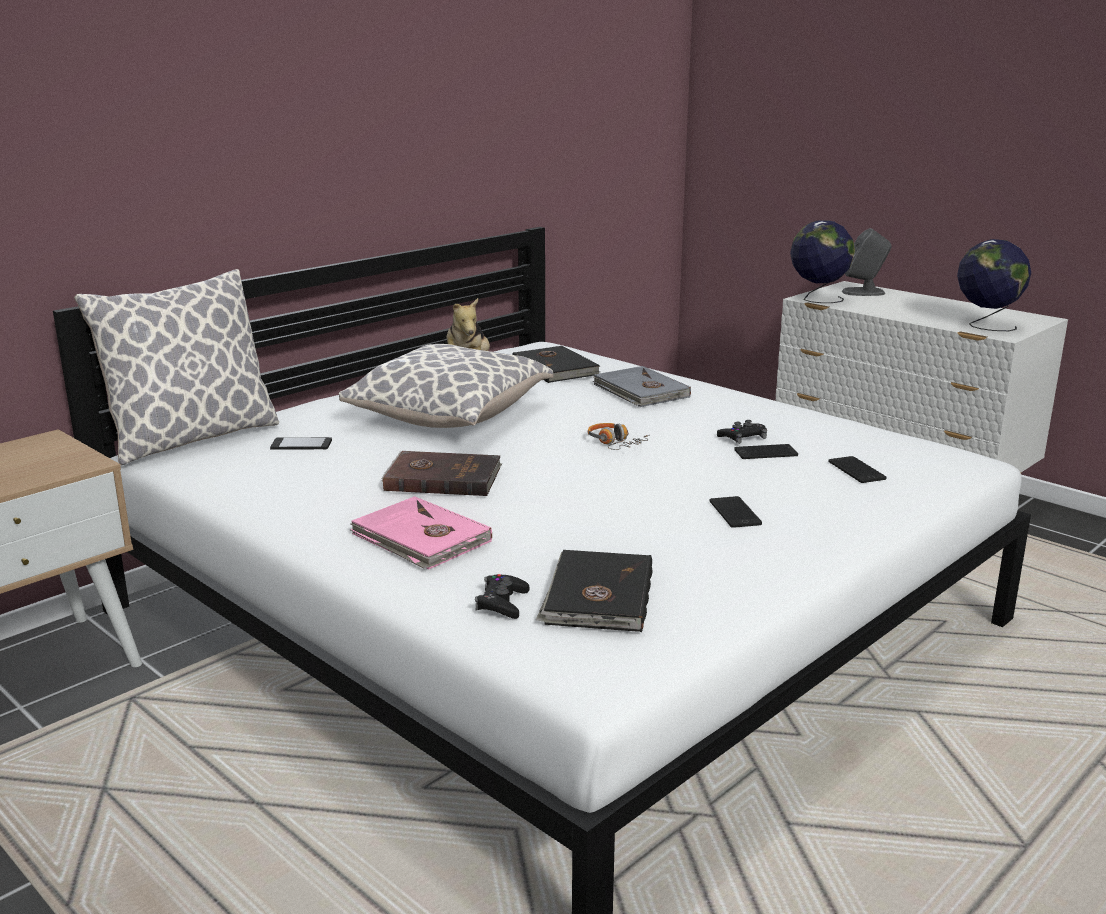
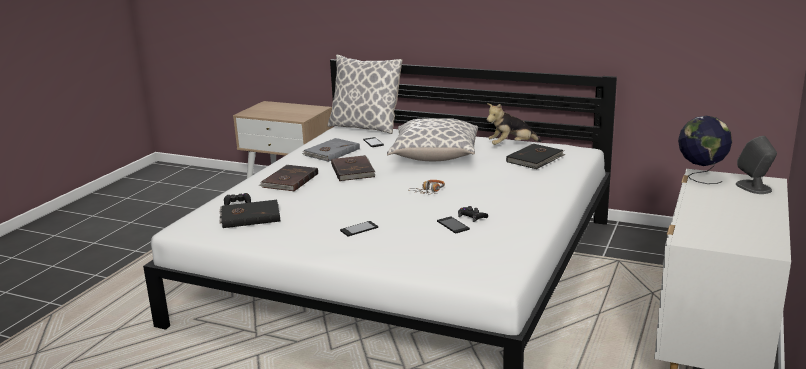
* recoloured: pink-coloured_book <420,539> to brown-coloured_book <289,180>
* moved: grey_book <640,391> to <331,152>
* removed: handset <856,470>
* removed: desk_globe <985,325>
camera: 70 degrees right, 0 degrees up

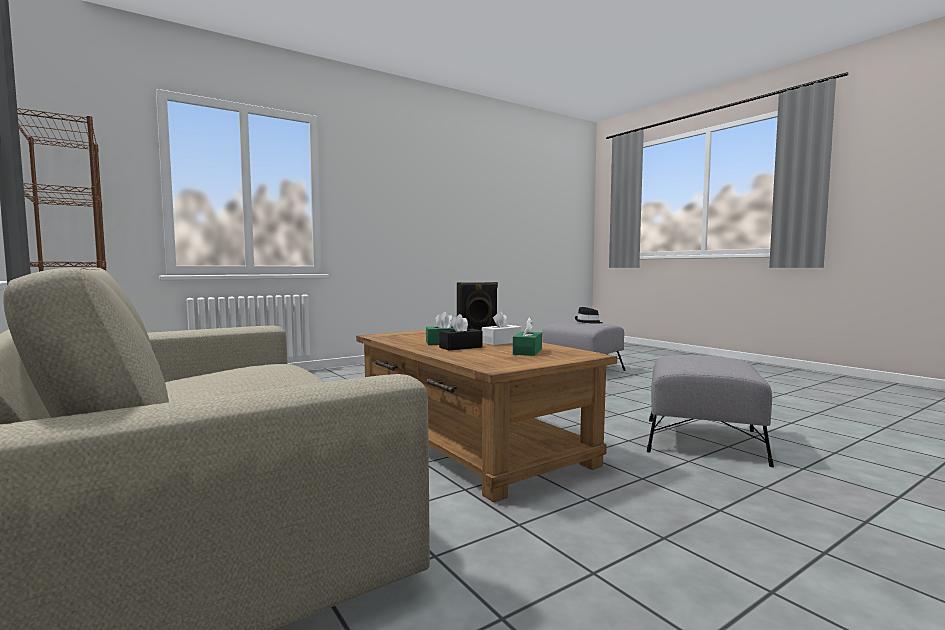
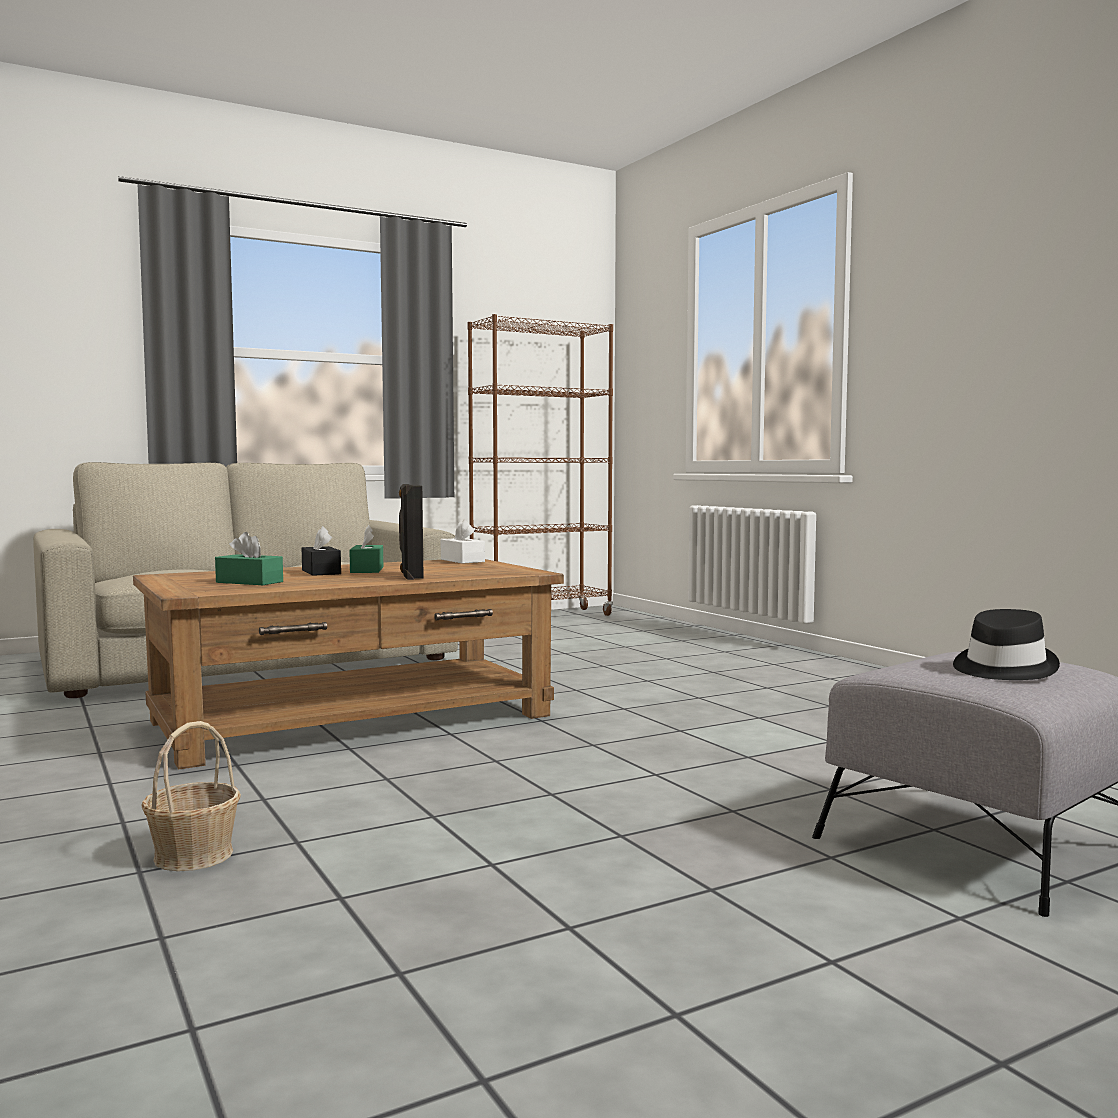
* moved: white_tissue_box <501,342> to <462,560>
* replaced: grey_ottoman <703,441> to household_basket <193,855>
camera: 95 degrees right, 0 degrees up

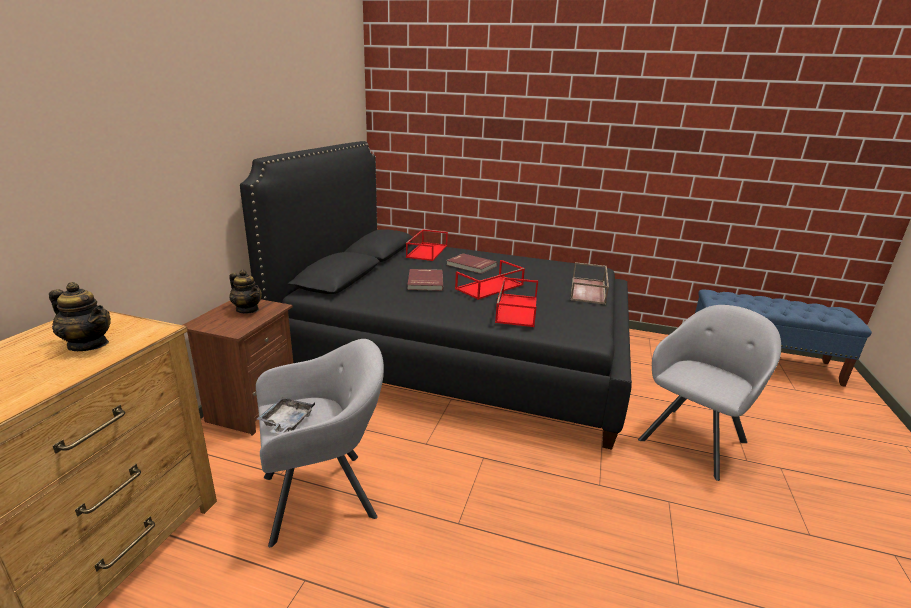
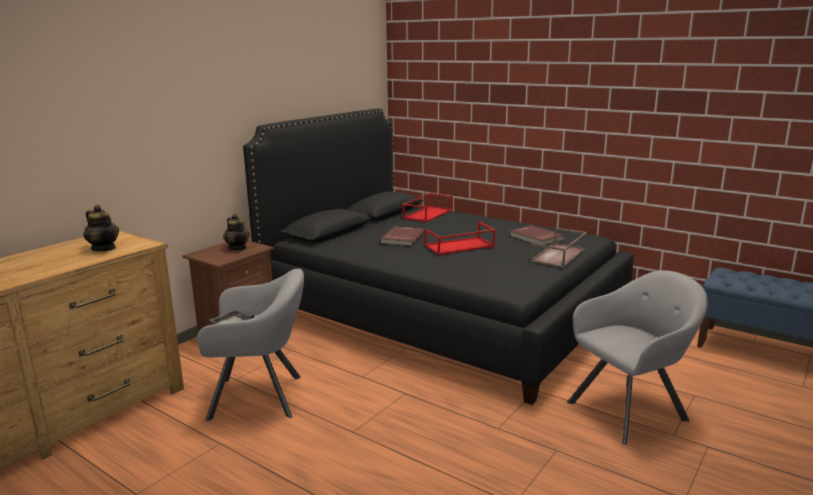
* moved: reddish_book <471,265> to <536,238>
* removed: reddish_serving_tray <516,309>
camera: 20 degrees right, 5 degrees down

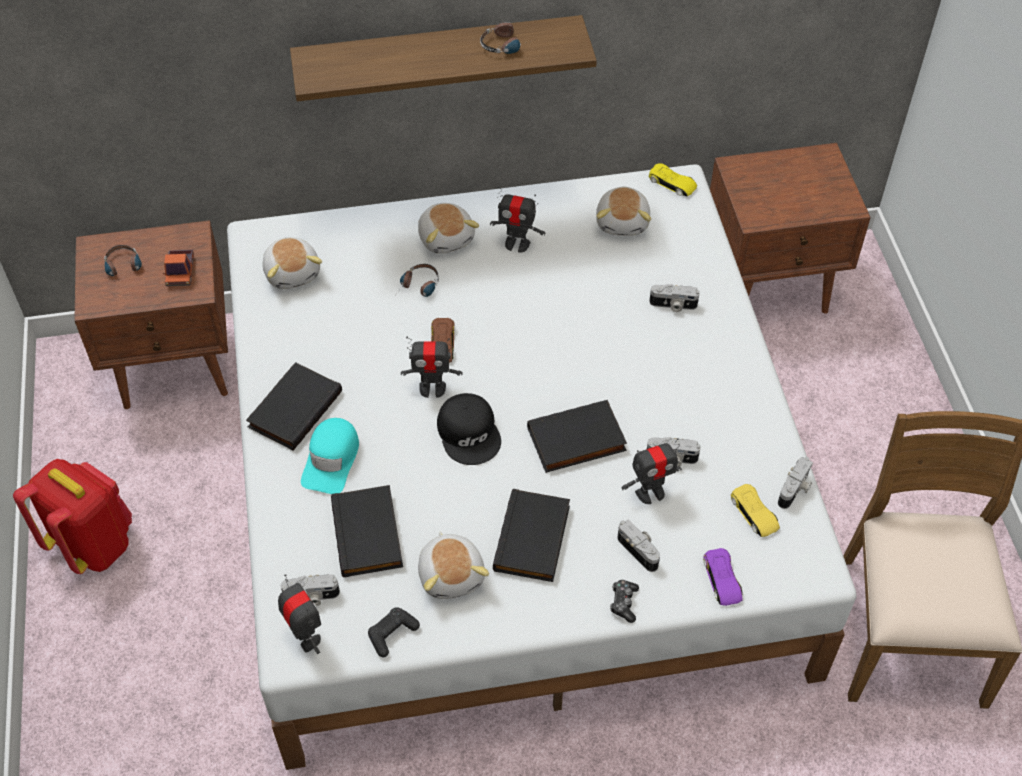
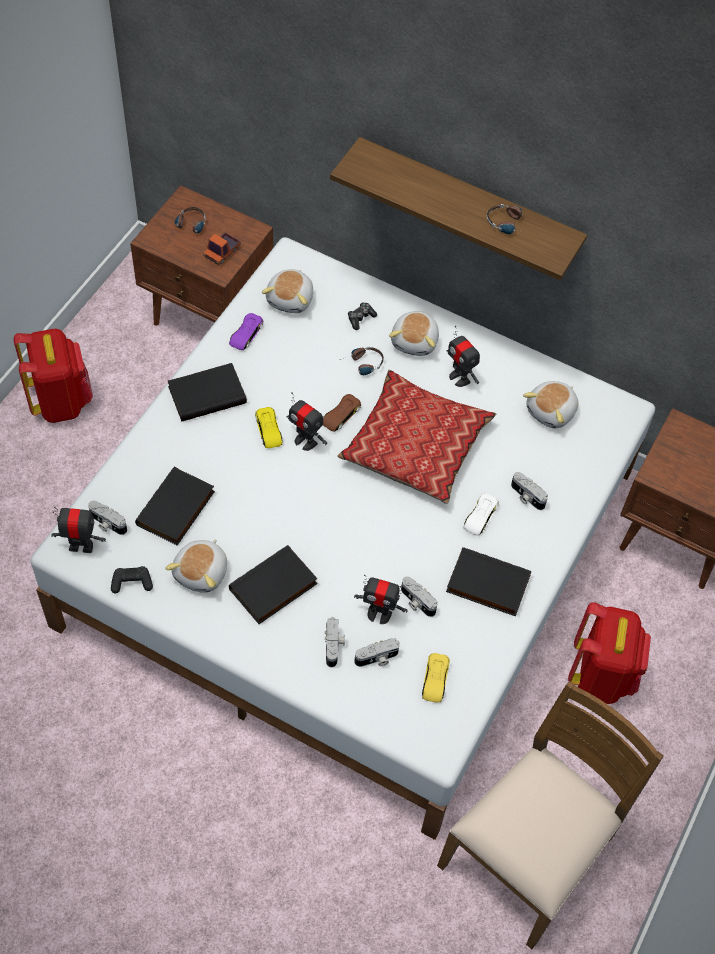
* turned: toy_robot <306,637> = <81,546> 90 degrees counterclockwise
* removed: turquoise_peaked_cap <331,460>
* removed: black_peaked_cap <470,433>
* moved: black_book <576,441> to <487,585>
* moved: gamepad <623,603> to <360,318>
* moved: yellow-coloured_model_car <672,183> to <269,430>
* moved: purplish_model_car <722,580> to <246,334>
* moved: still_camera <795,490> to <377,659>
* added: cushion <416,445>
* added: white_model_car <480,516>
* added: reddish_backpack <601,675>
camera: 35 degrees right, 5 degrees up

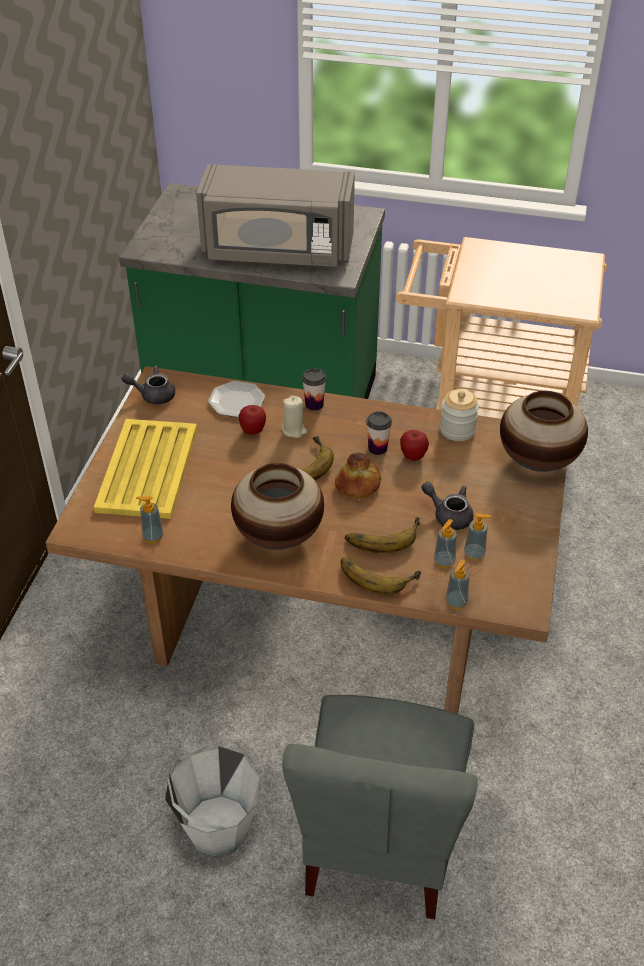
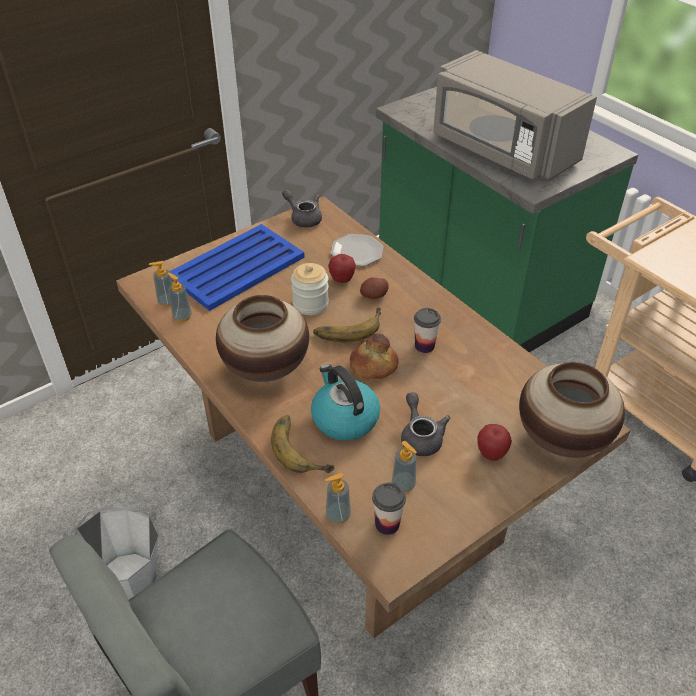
* recoloured: yellow-coloured_serving_tray <148,468> to blue-coloured_serving_tray <238,267>
* replaced: beige_wax_light <294,430> to potato <374,295>
* moved: drinking_cup <314,404> to <387,524>
* replaced: banana_fruit <382,535> to water_kettle <344,418>
* moved: whole_apple <413,457> to <491,454>
* moved: liquid_soap_bottle <444,561> to <167,302>
* moved: storage_jar <457,430> to <310,304>
camera: 40 degrees right, 0 degrees up

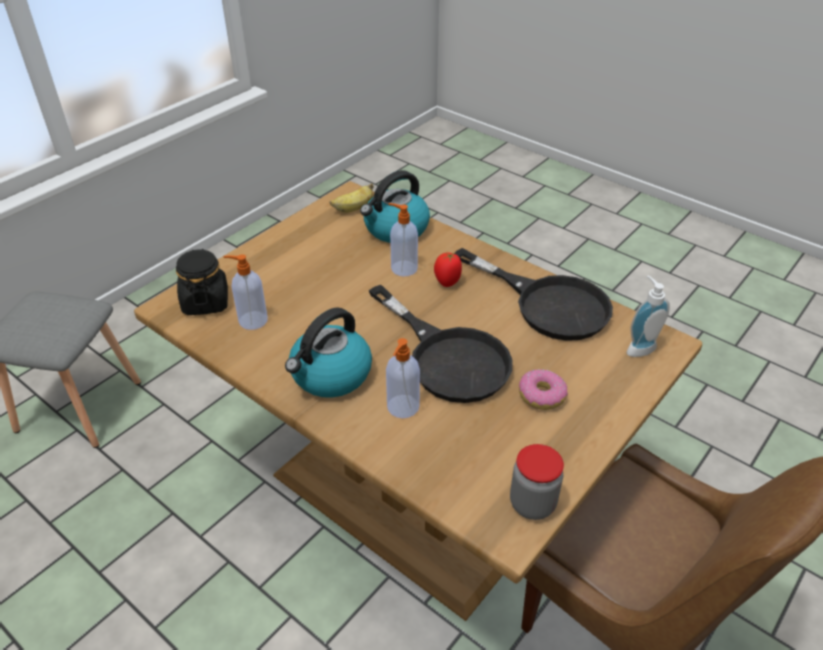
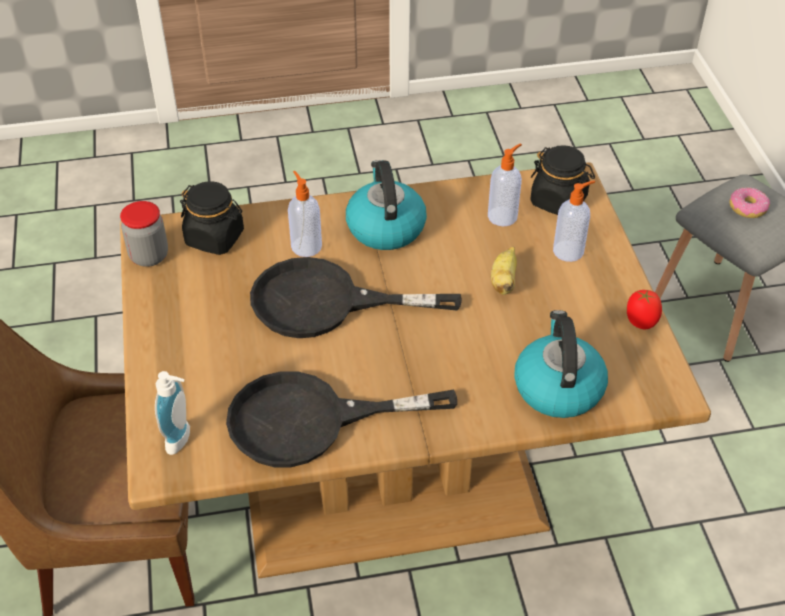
* moved: banana_fruit <353,209> to <503,281>
* moved: liquid_soap_bottle <403,268> to <569,251>
* moved: tomato <447,282> to <640,322>
* moved: donut <542,395> to <747,208>
* added: black_storage_jar <215,238>
camera: 130 degrees right, 5 degrees up

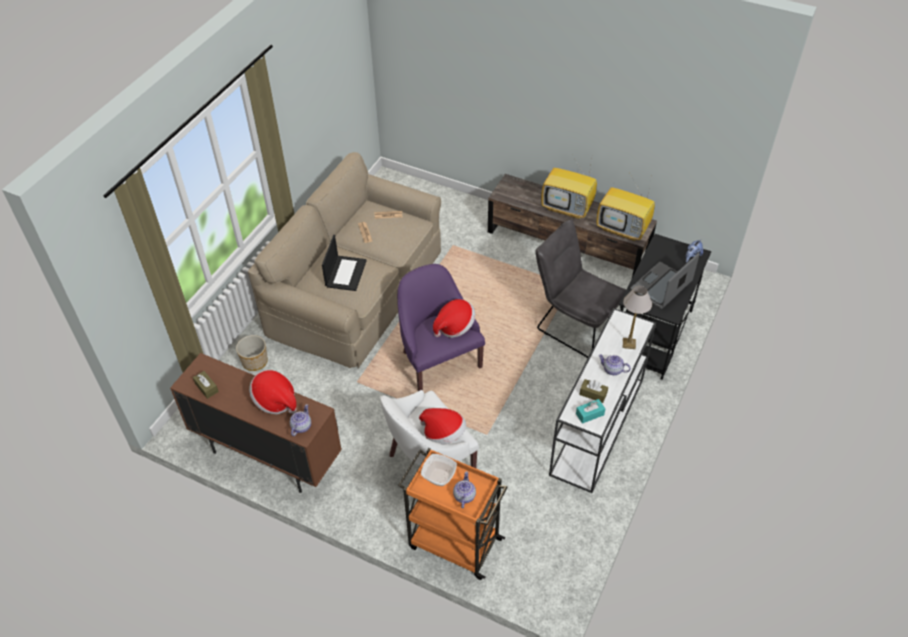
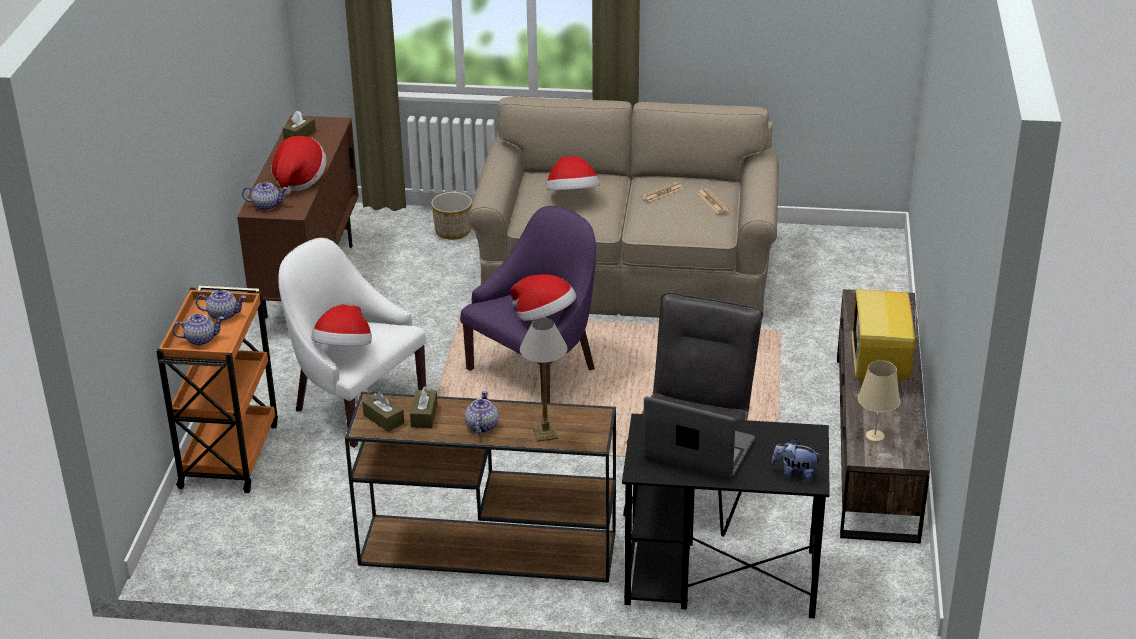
* replaced: notebook_computer <345,273> to wearable_hat <572,196>
* replaced: bowl <438,477> to tea_pot <223,315>
* recoloured: white_narrow_table <597,428> to brown-coloured_narrow_table <485,549>
* recoloured: turquoise_tissue_box <590,414> to brown-coloured_tissue_box <383,419>
* replaced: television <623,229> to beige_tabletop_lamp <874,436>
camera: 70 degrees right, 15 degrees down

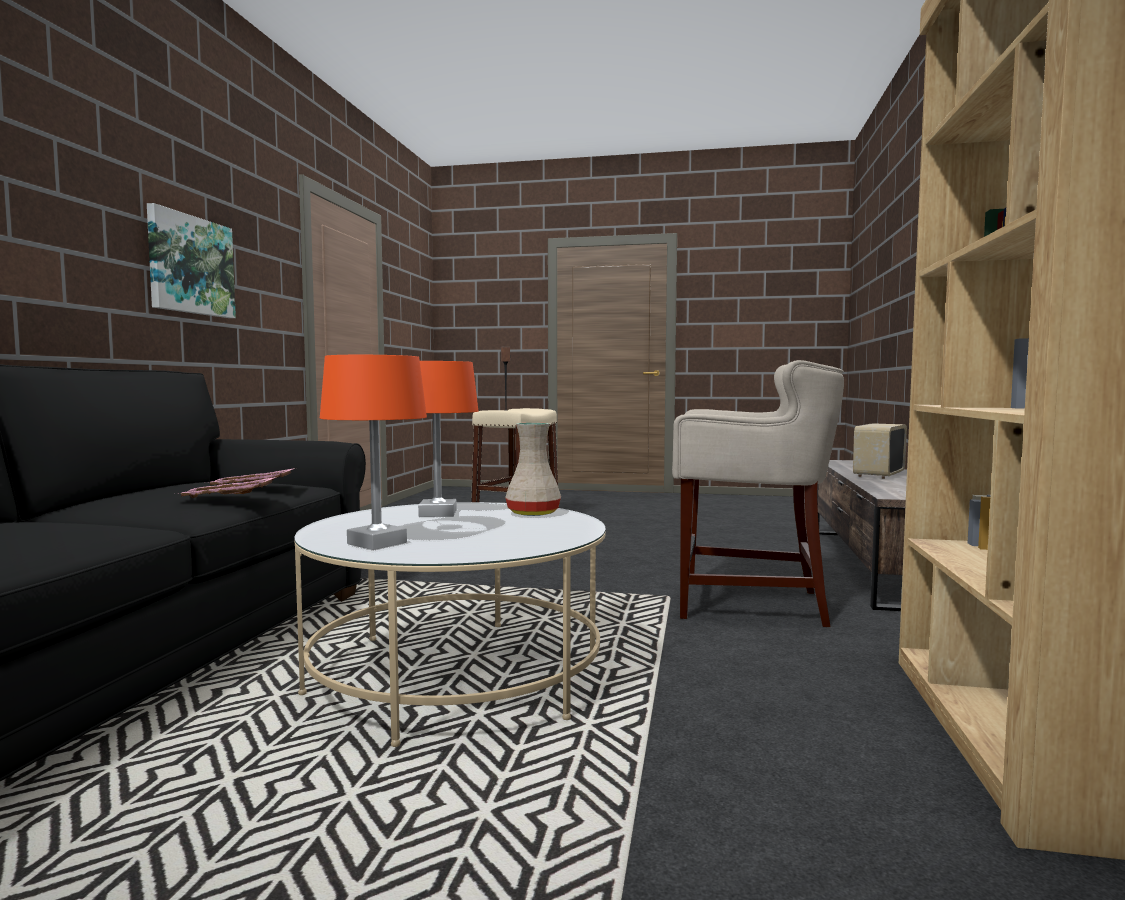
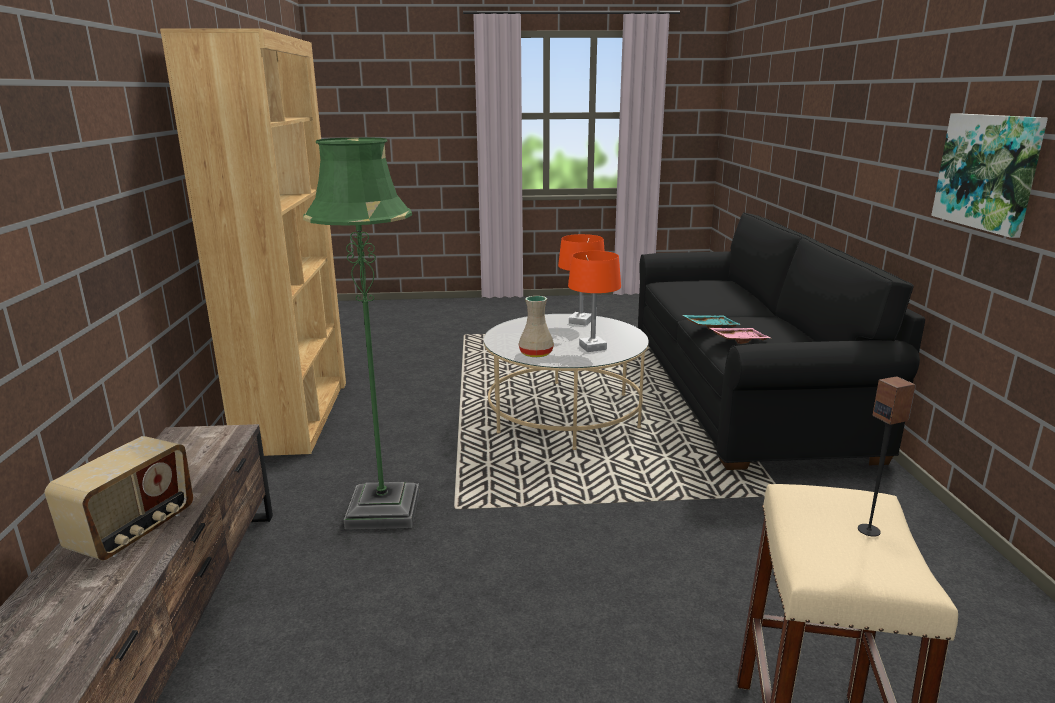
* recoloured: pink-coloured_serving_tray <227,498> to turquoise_serving_tray <710,326>
* replaced: beige_sitting_stool <747,603> to green-coloured_standing_lamp <383,509>
camera: 165 degrees right, 15 degrees up

